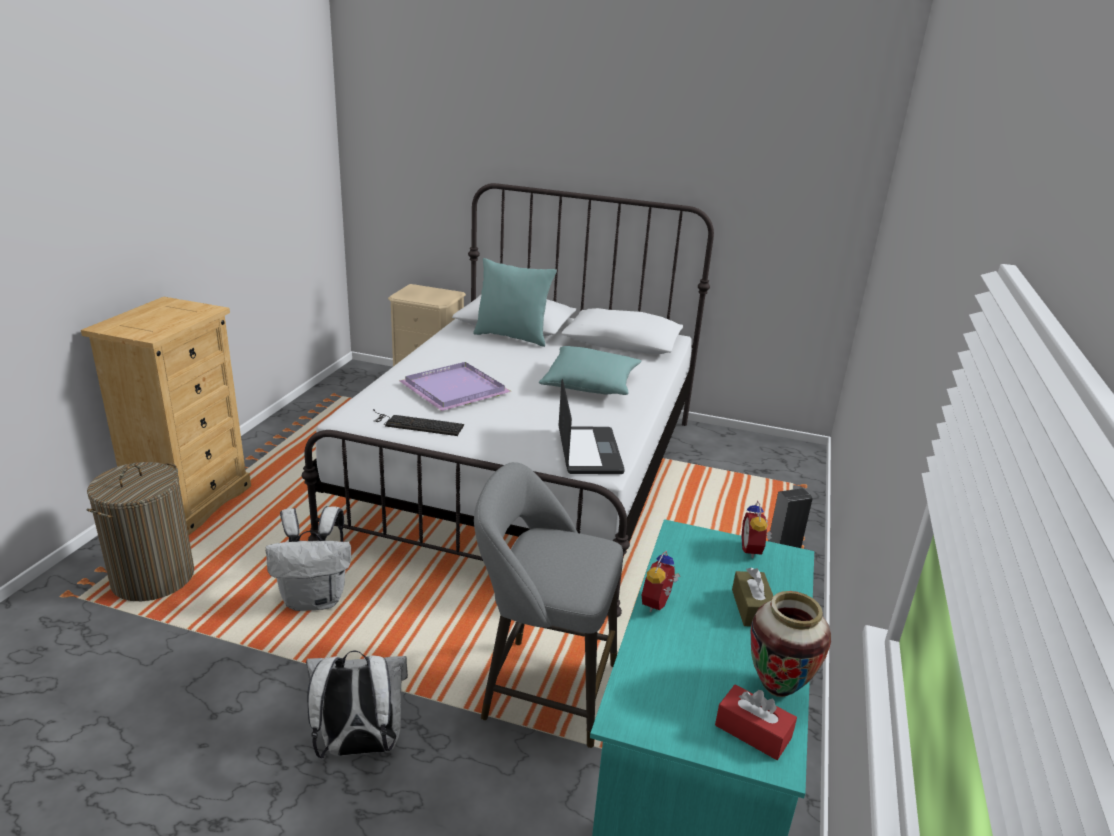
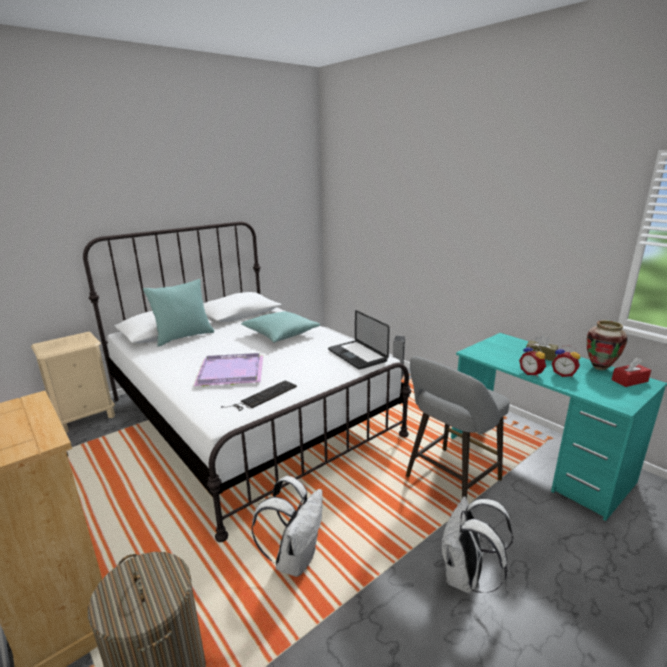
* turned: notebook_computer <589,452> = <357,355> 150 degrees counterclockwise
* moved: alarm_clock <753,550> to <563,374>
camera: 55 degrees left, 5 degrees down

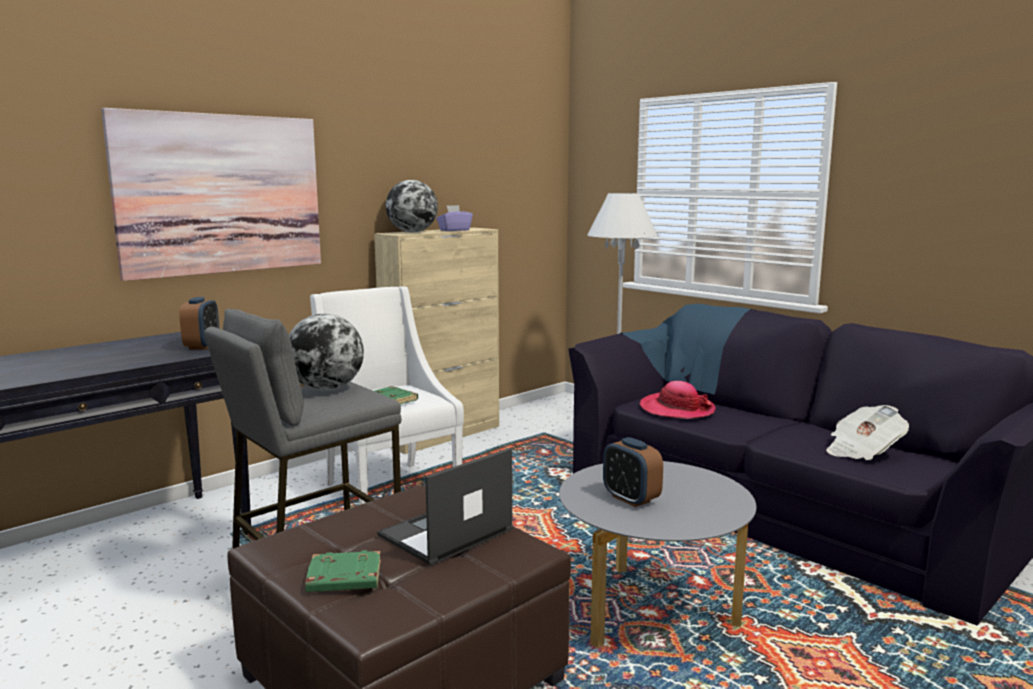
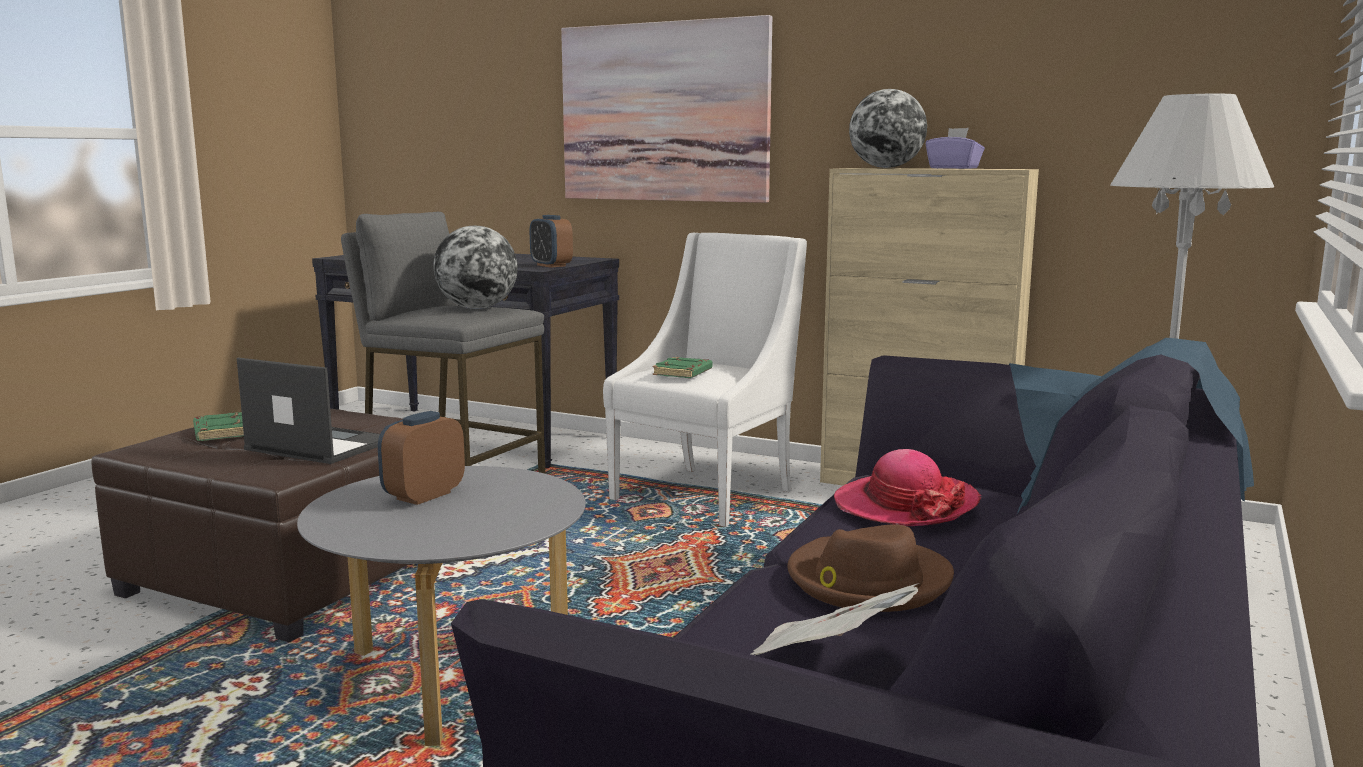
* turned: alarm_clock <202,346> = <551,265> 75 degrees clockwise
* added: brown-coloured_wearable_hat <867,581>
camera: 70 degrees right, 0 degrees up

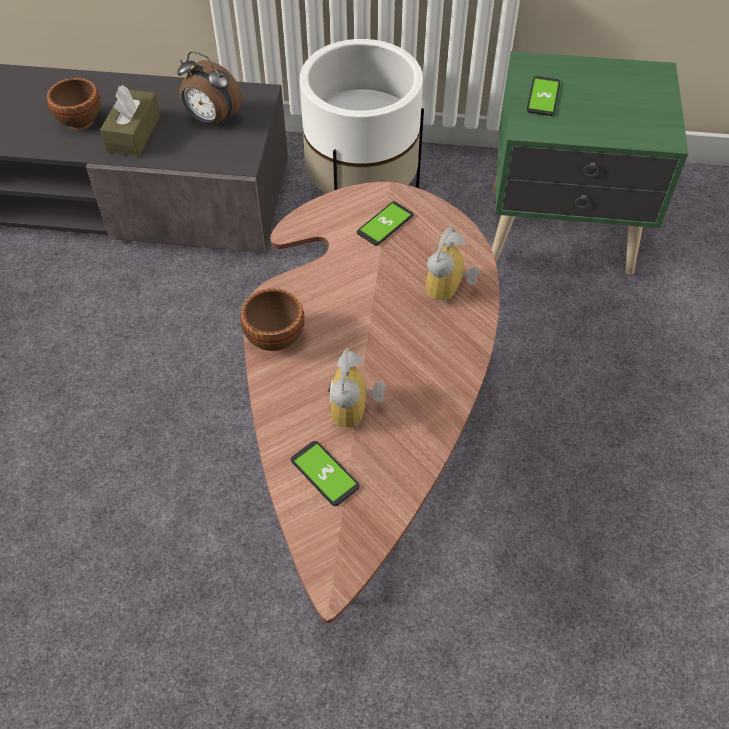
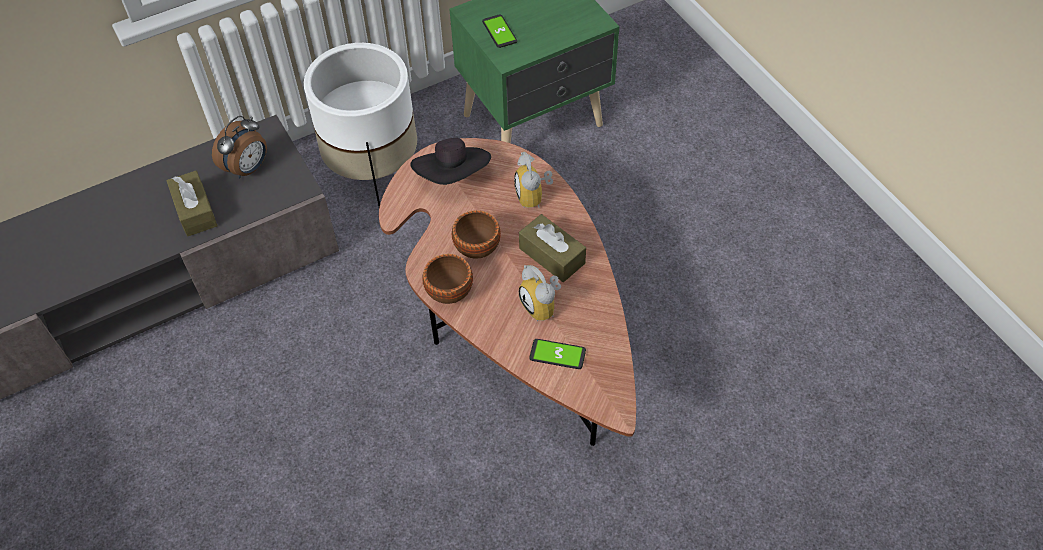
* moved: brown-coloured_bowl <78,121> to <476,249>
* turned: alarm_clock <212,120> = <248,168> 45 degrees counterclockwise
* replaced: handset <385,224> to black_wearable_hat <453,176>
* added: brown-coloured_tissue_box <552,256>
camera: 35 degrees left, 0 degrees up

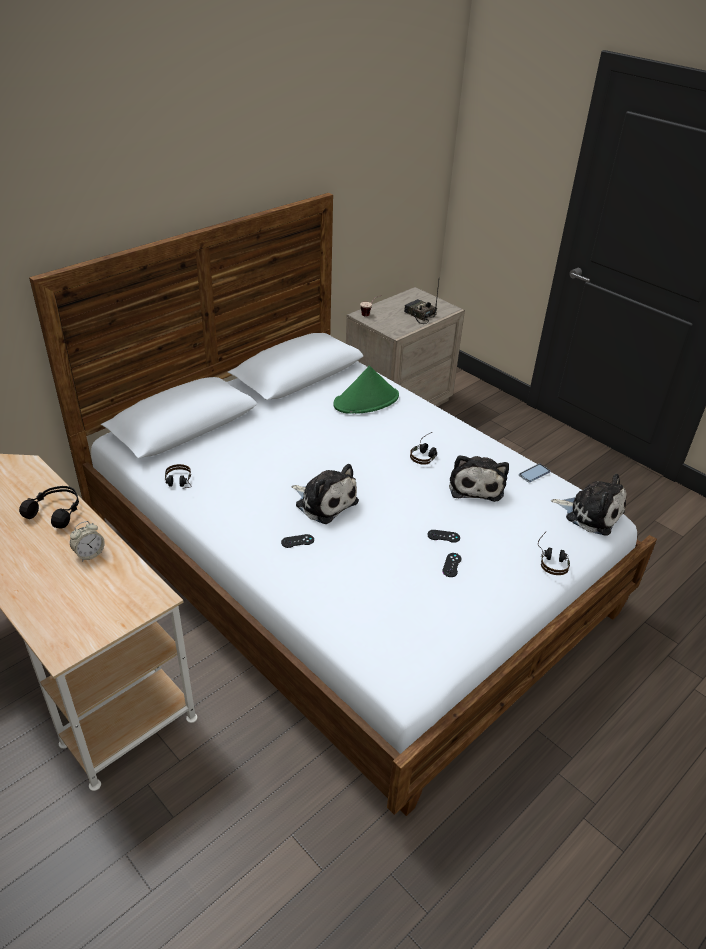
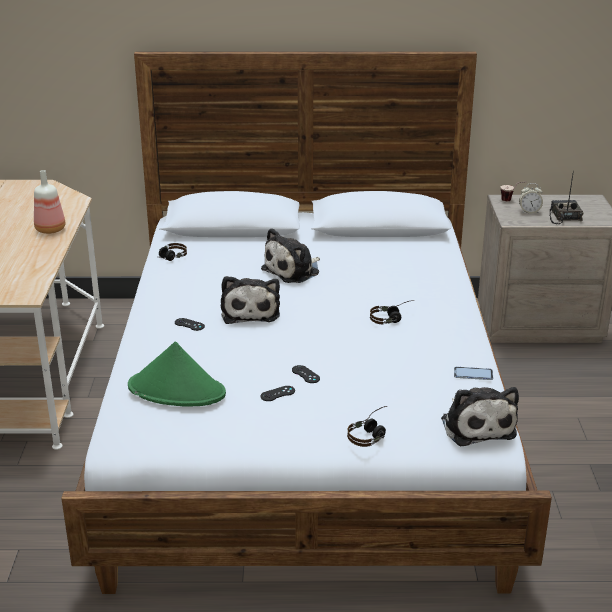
* replaced: black_headset <56,511> to beverage_bottle <51,230>
* moved: alarm_clock <89,554> to <529,212>
* moved: green-coloured_wearable_hat <366,401> to <177,390>
* moved: plush_toy <476,485> to <293,271>
camera: 45 degrees right, 10 degrees down

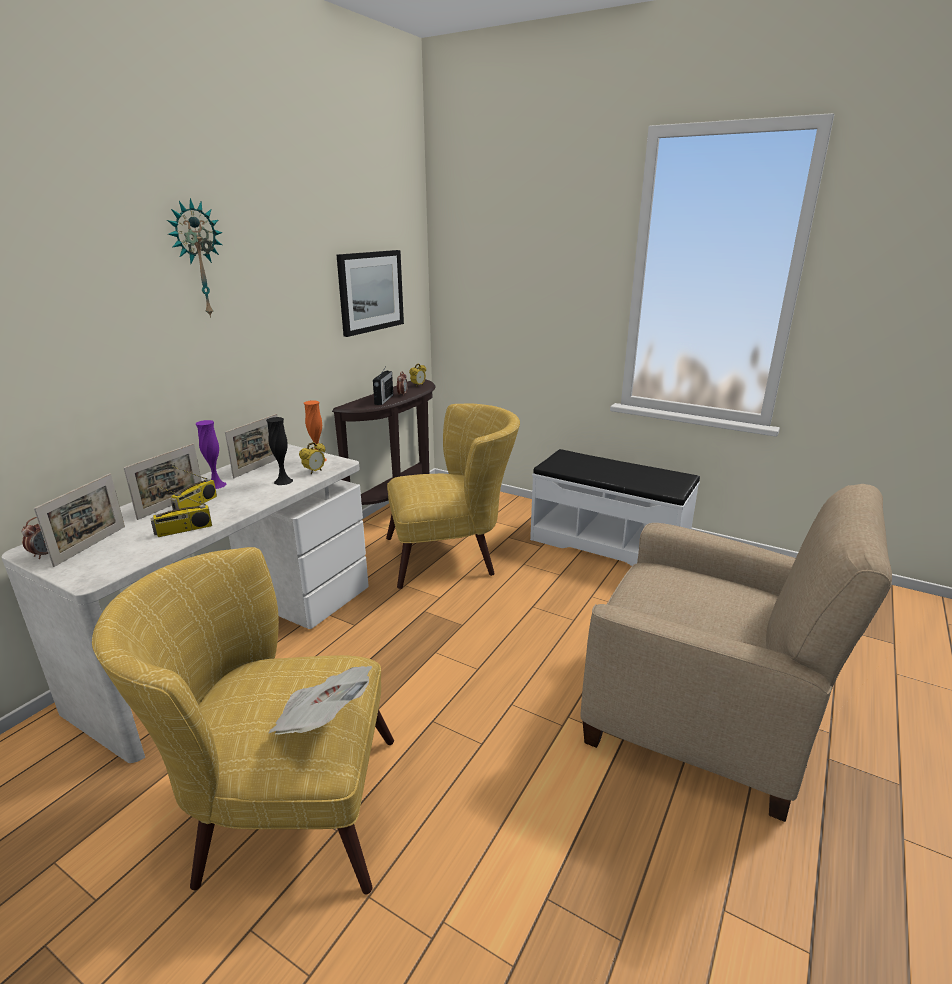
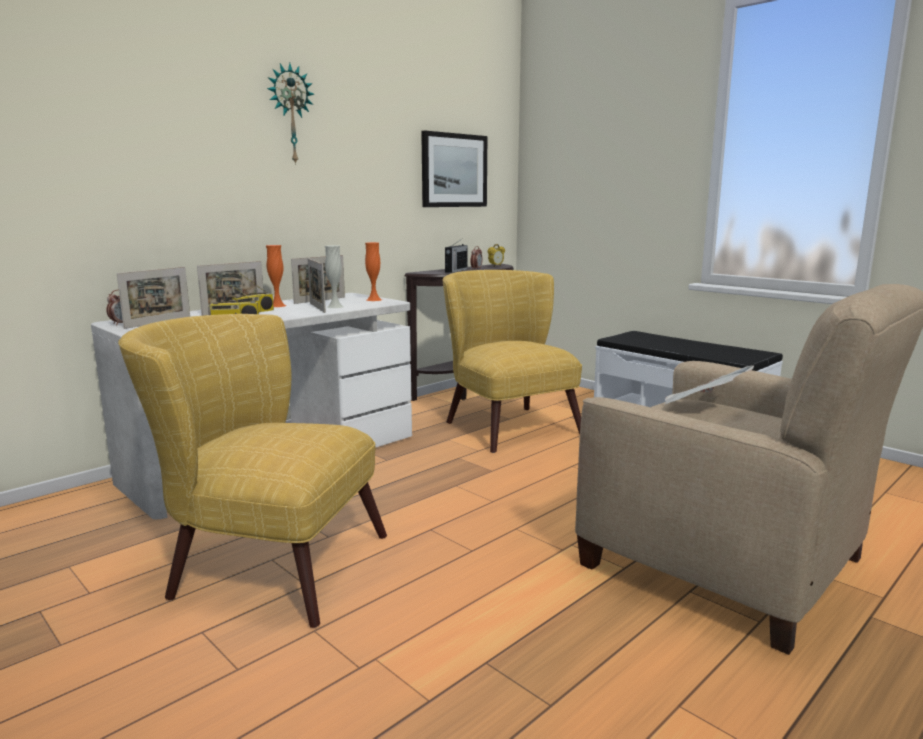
* recoloured: purplish_vase <216,485> to orange_vase <277,305>
* recoloured: black_vase <283,481> to white_vase <335,306>
* moved: daily_paper <323,720> to <702,408>
* removed: alarm_clock <314,472>
* turned: yellow-coloured_lounge_chair <452,555> = <505,424> 120 degrees counterclockwise
* added: standing_frame <317,308>
camera: 15 degrees right, 10 degrees down

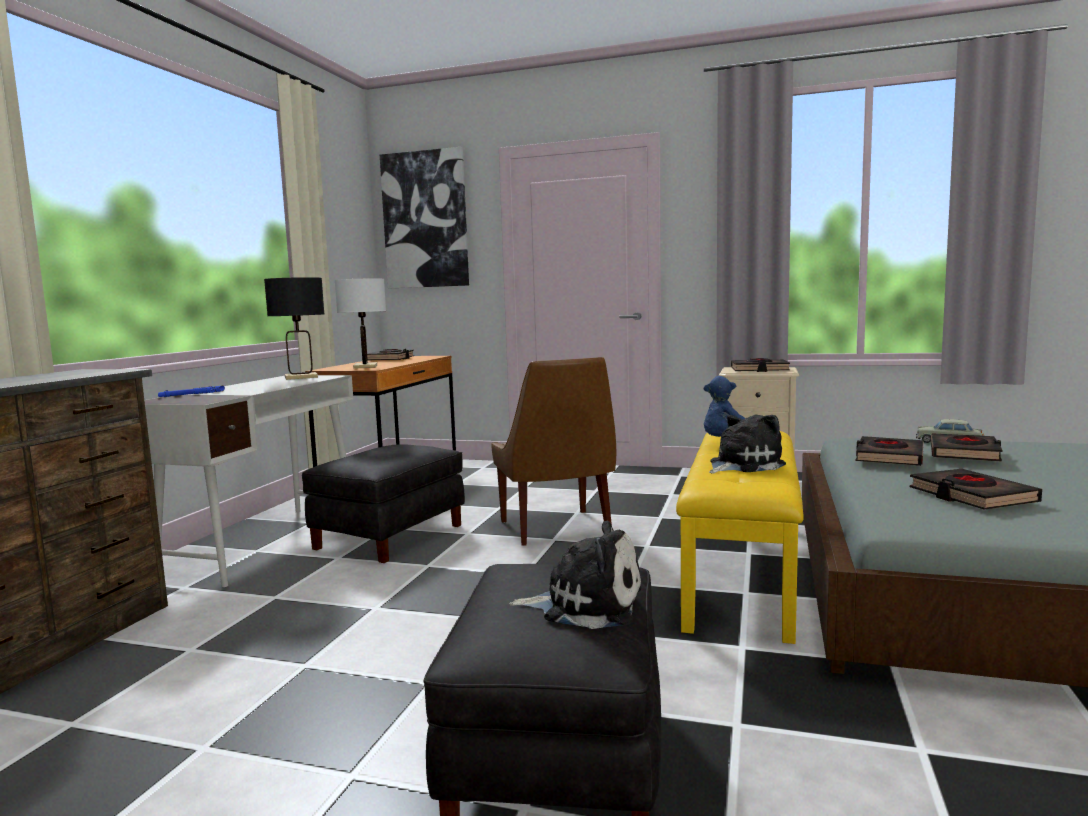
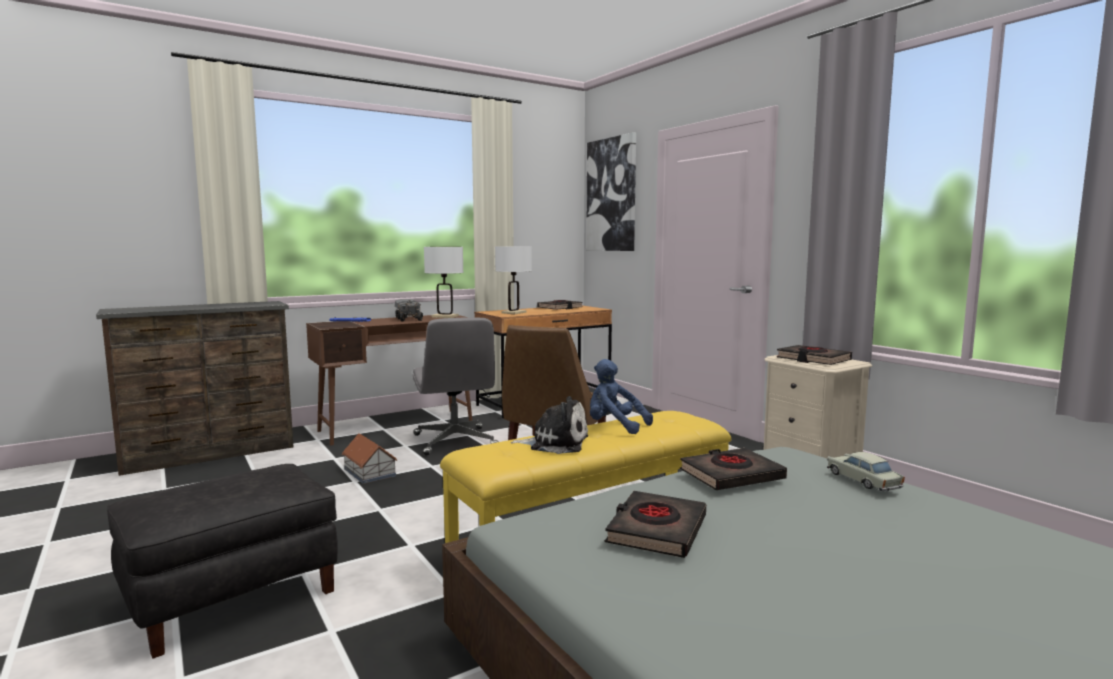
* recoloured: white_desk_table <267,543> to brown-coloured_desk_table <397,426>
* recoloured: black_tabletop_lamp <301,377> to white_tabletop_lamp <445,316>
* replaced: black_ottoman <390,537> to grey_office_chair <455,441>
* removed: plush_toy <586,604>
* removed: black_book <964,453>
* added: model_house <369,472>
* added: model_truck <408,319>
camera: 40 degrees right, 0 degrees up

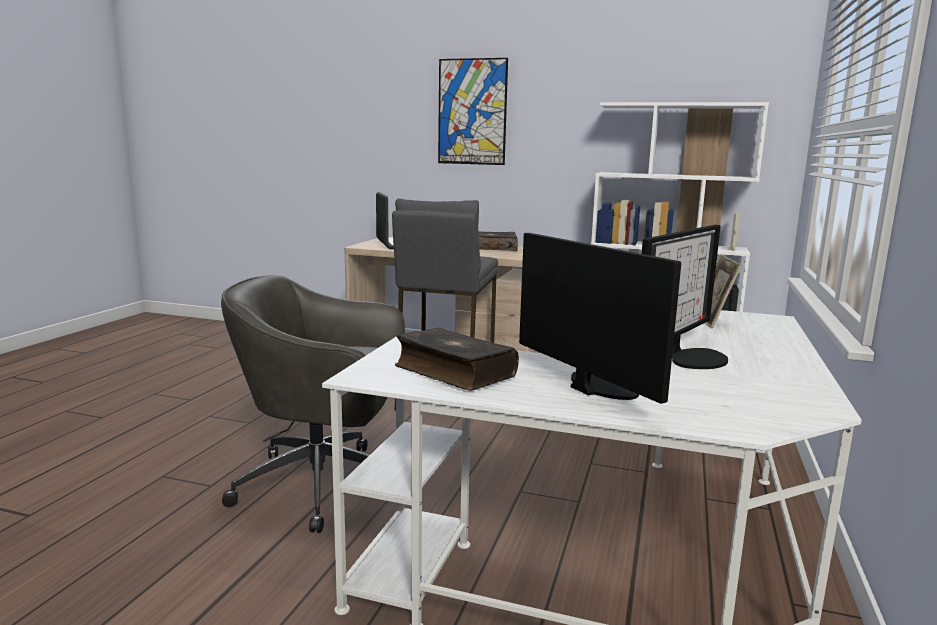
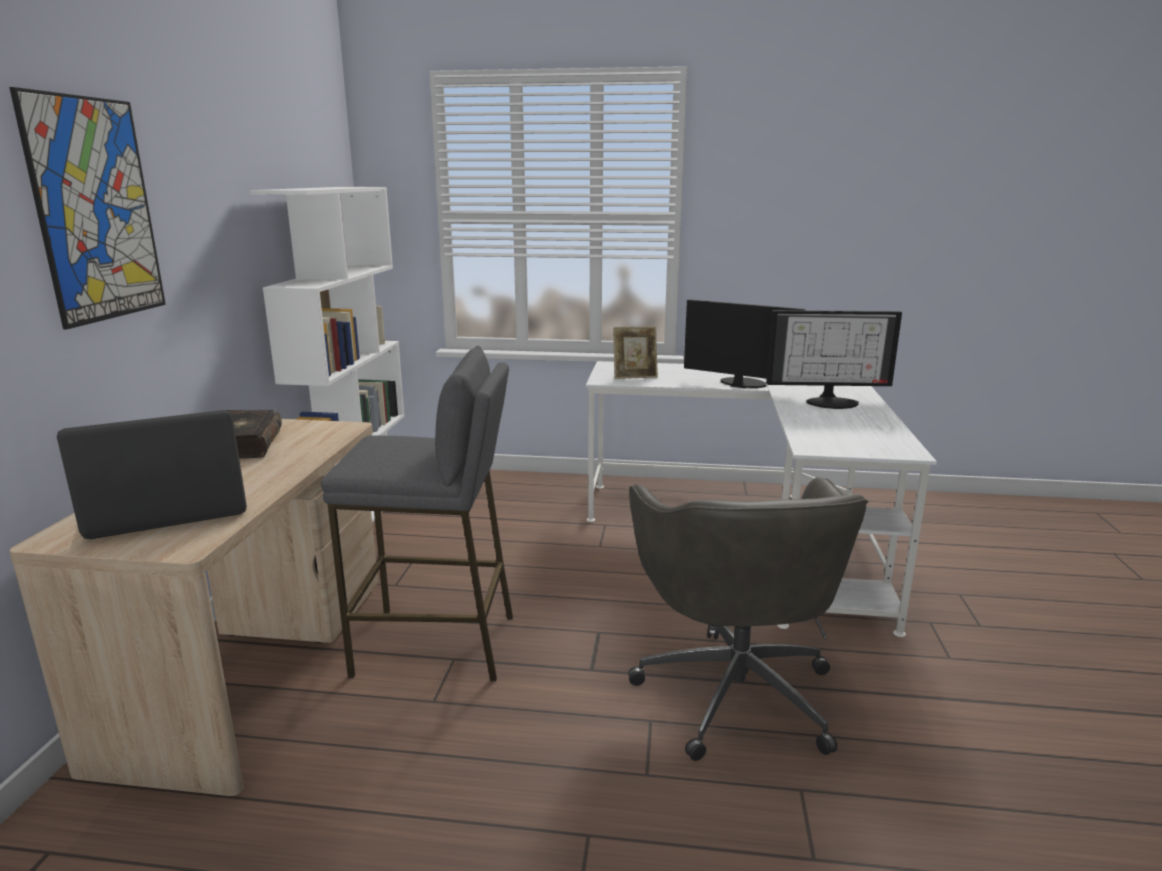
* removed: book <453,372>
* turned: computer_screen <596,386> = <831,401> 135 degrees counterclockwise
camera: 100 degrees left, 5 degrees up

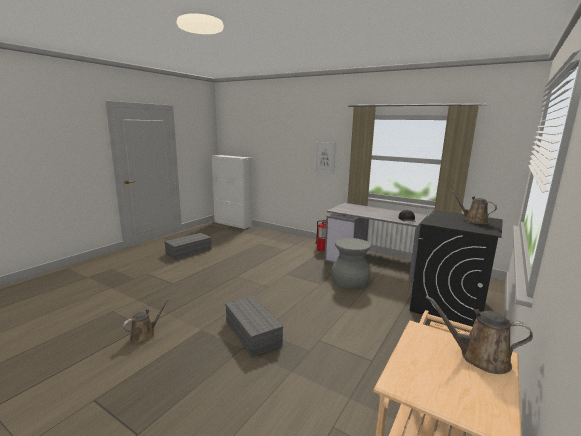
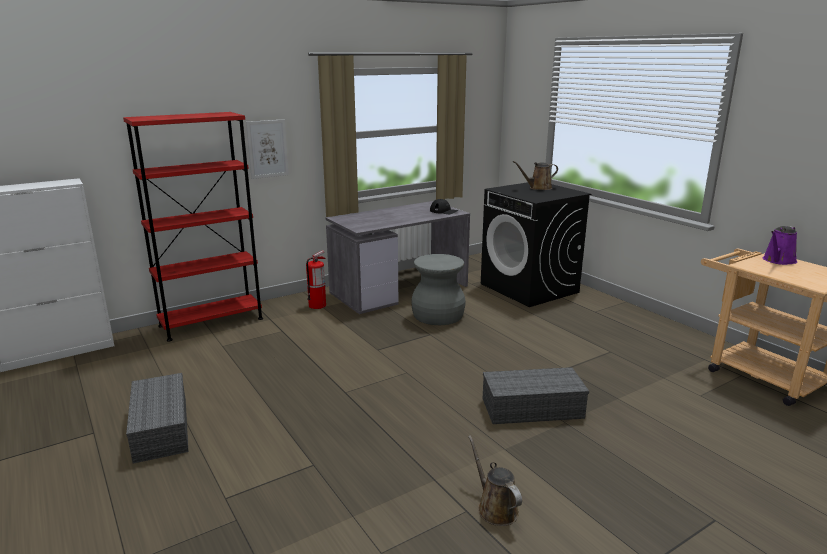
* recoloured: brown-coloured_sprinkling_can <479,357> to purplish_sprinkling_can <778,261>
* added: reddish_shelving_unit <211,322>
camera: 65 degrees left, 5 degrees up

